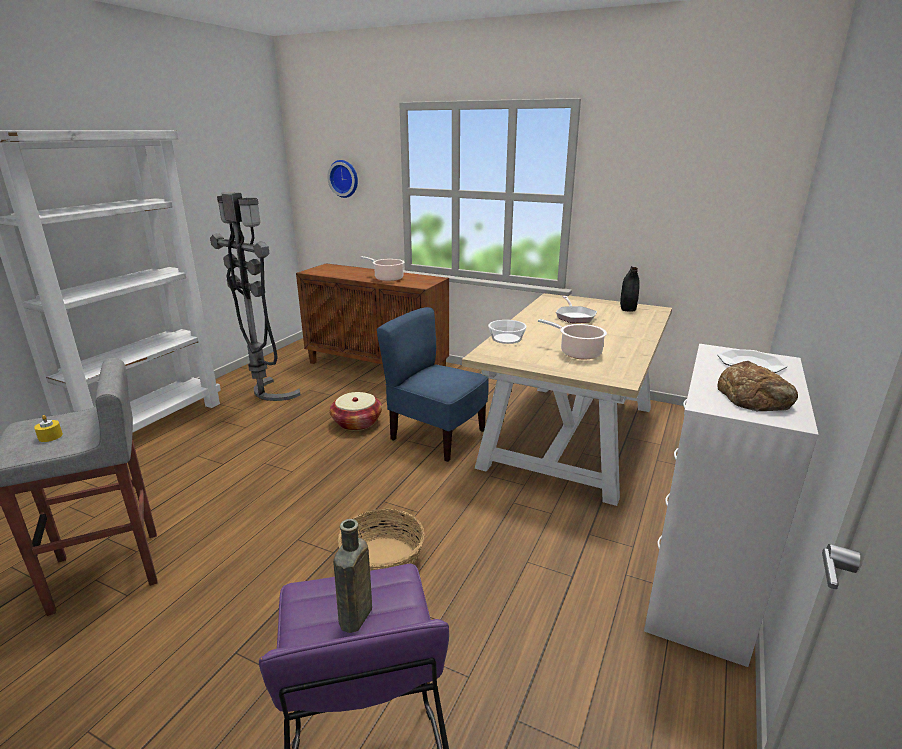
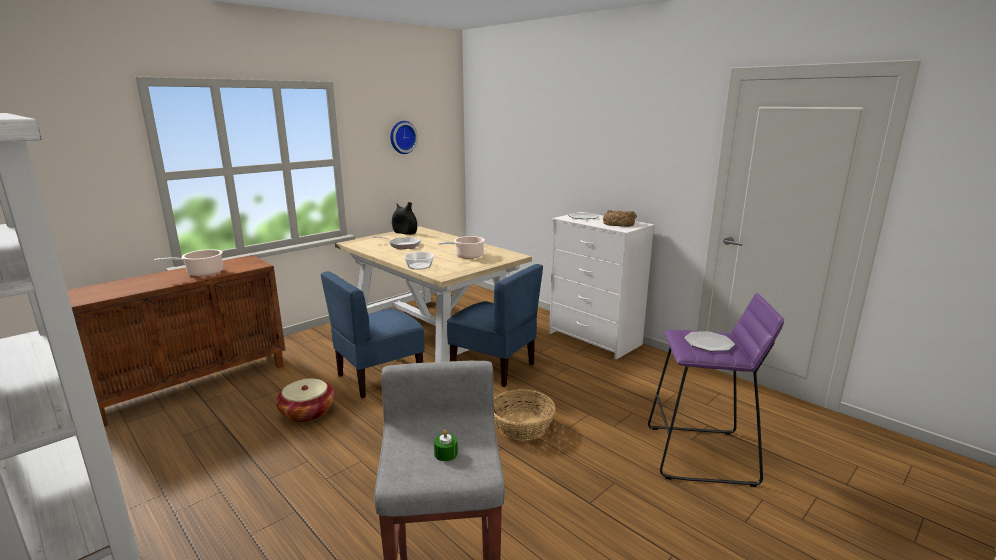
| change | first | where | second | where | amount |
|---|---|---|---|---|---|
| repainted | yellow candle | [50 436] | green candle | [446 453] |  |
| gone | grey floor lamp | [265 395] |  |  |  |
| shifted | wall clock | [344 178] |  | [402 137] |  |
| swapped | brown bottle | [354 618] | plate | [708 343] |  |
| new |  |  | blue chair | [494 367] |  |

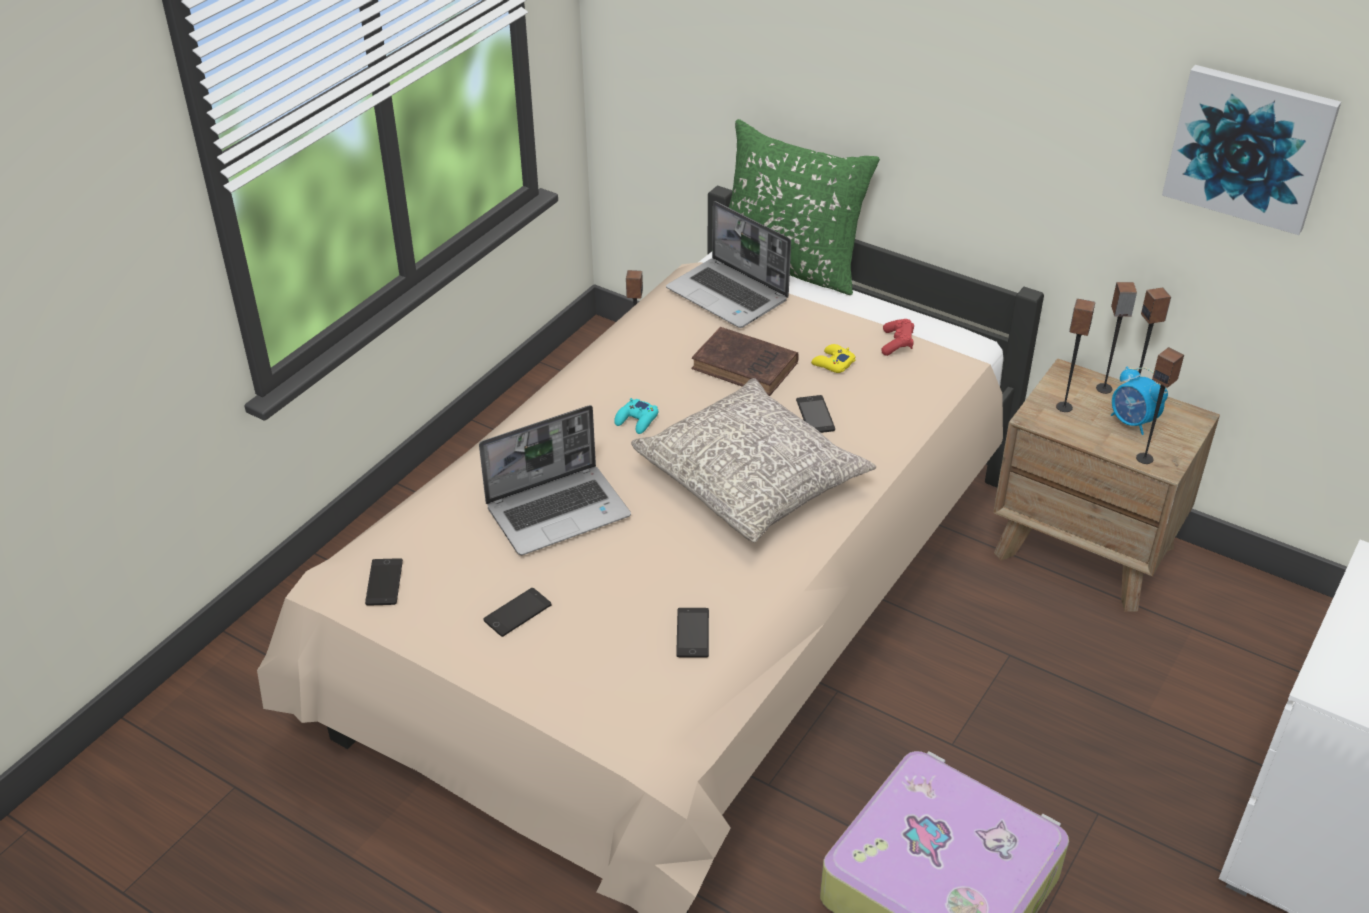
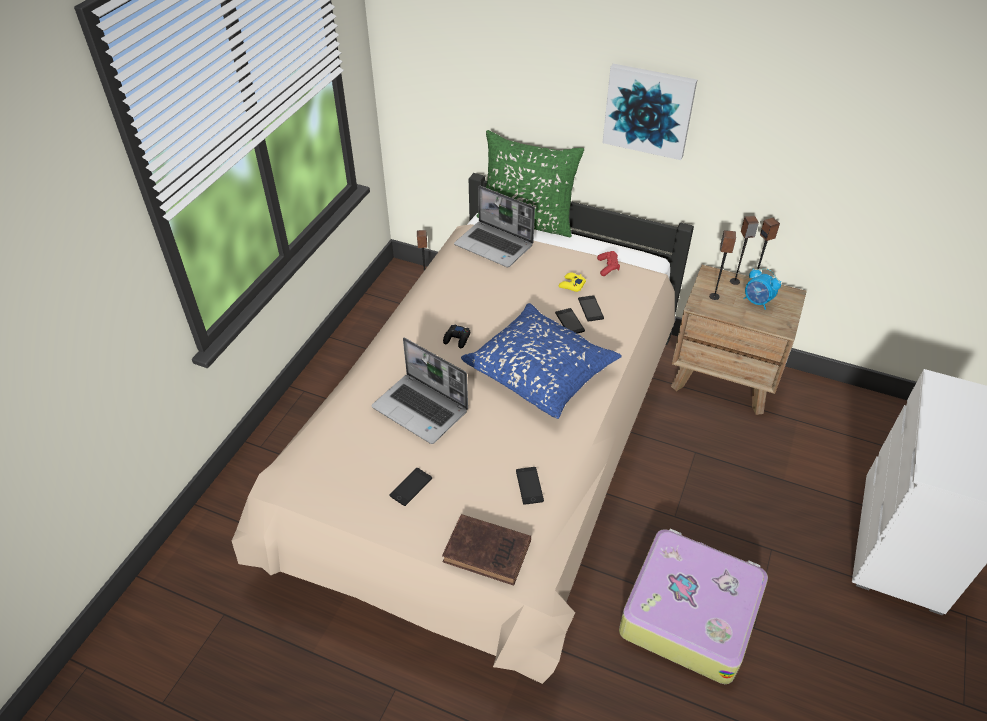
| change | first | where | second | where | amount |
|---|---|---|---|---|---|
| shifted | phone | [384 582] |  | [590 308] |  |
| rotated | laptop | [559 511] |  | [421 409] | 75 degrees clockwise |
| repainted | turquoise game controller | [637 420] | black game controller | [457 339] |  |
| repainted | grey pillow | [752 479] | blue pillow | [541 371] |  |
| shifted | brown book | [747 367] |  | [489 552] |  |
| gone | speaker | [1145 458] |  |  |  |
| shifted | picture | [1249 147] |  | [648 110] |  |

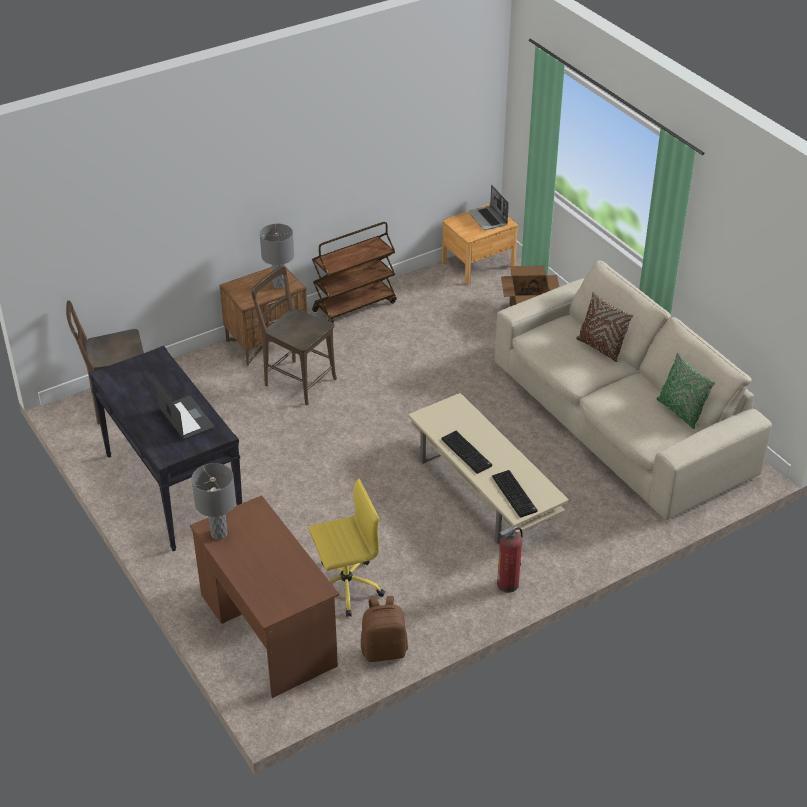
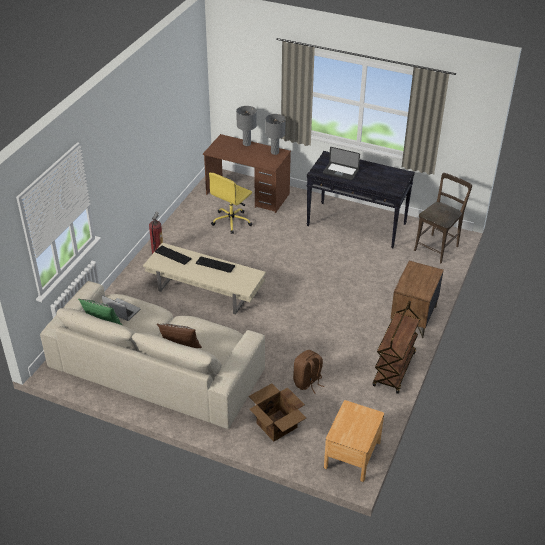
| change | first | where | second | where | amount |
|---|---|---|---|---|---|
| gone | brown chair | [297 380] |  |  |  |
| shifted | grey table lamp | [280 285] |  | [246 144] |  |
| shifted | brown backpack | [384 650] |  | [308 382] |  |
| shifted | laptop | [488 219] |  | [121 310] |  |

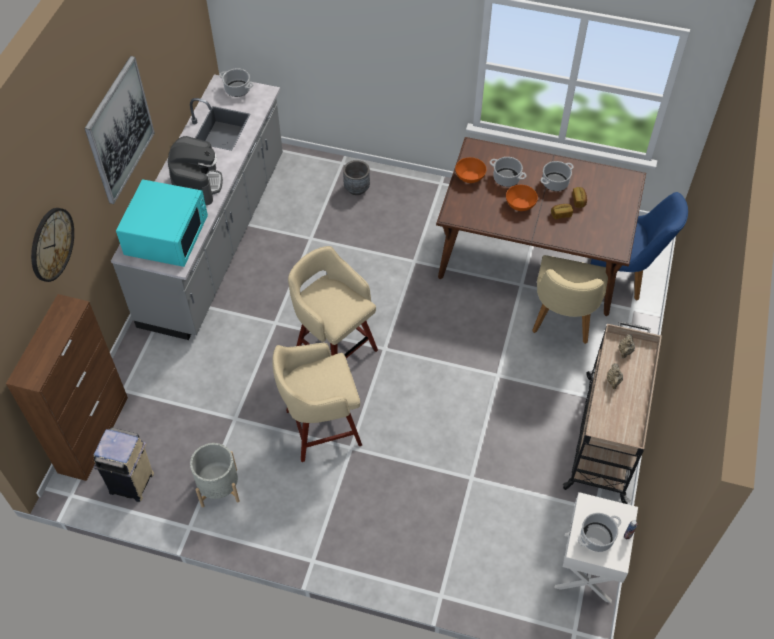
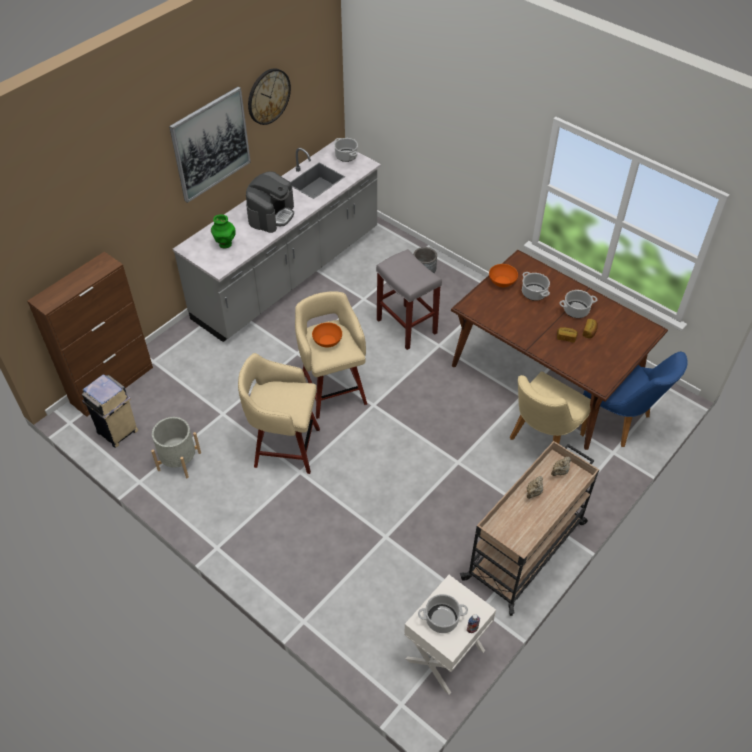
| change | first | where | second | where | amount |
|---|---|---|---|---|---|
| shifted | wall clock | [51 244] |  | [268 96] |  |
| swapped | turquoise microwave | [167 235] | green vase | [225 244] |  |
| shifted | orange bowl | [520 204] |  | [327 341] |  |
| new |  |  | grey stool | [407 327] |  |

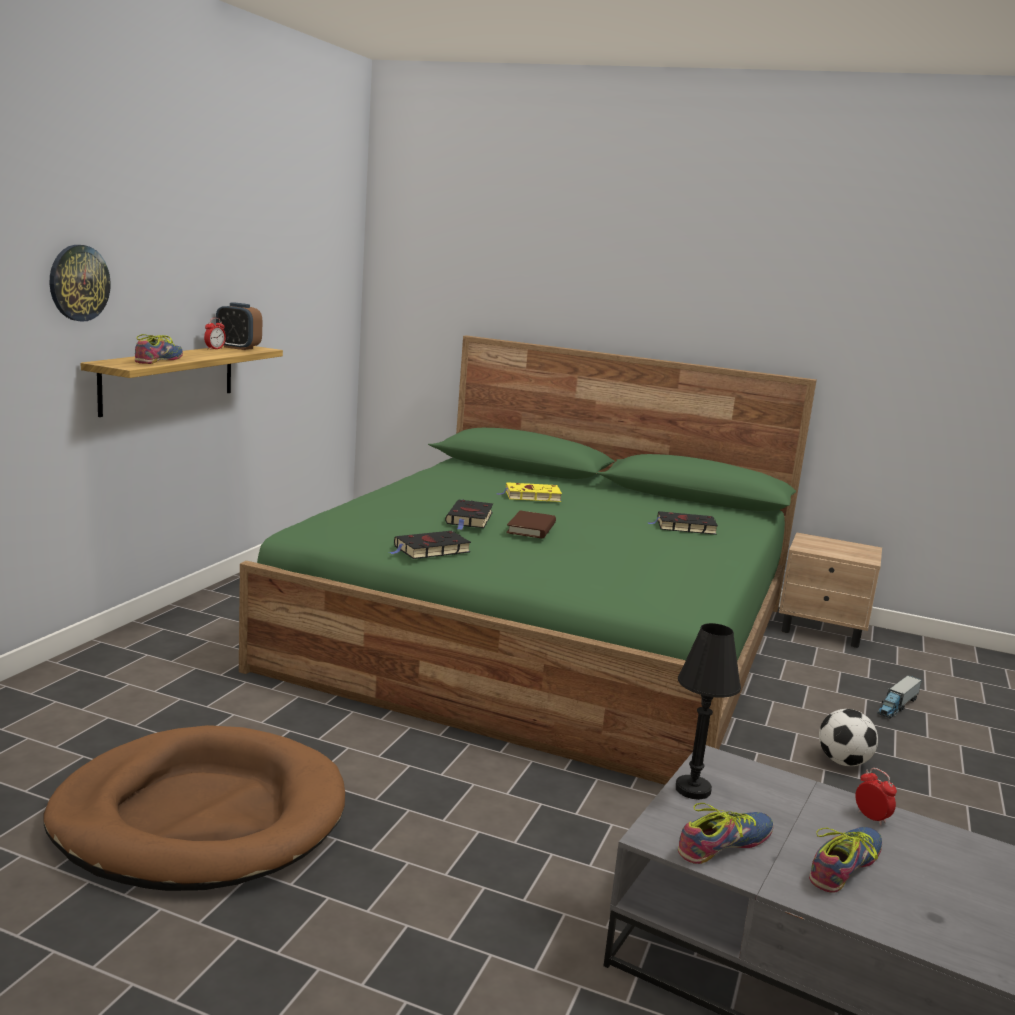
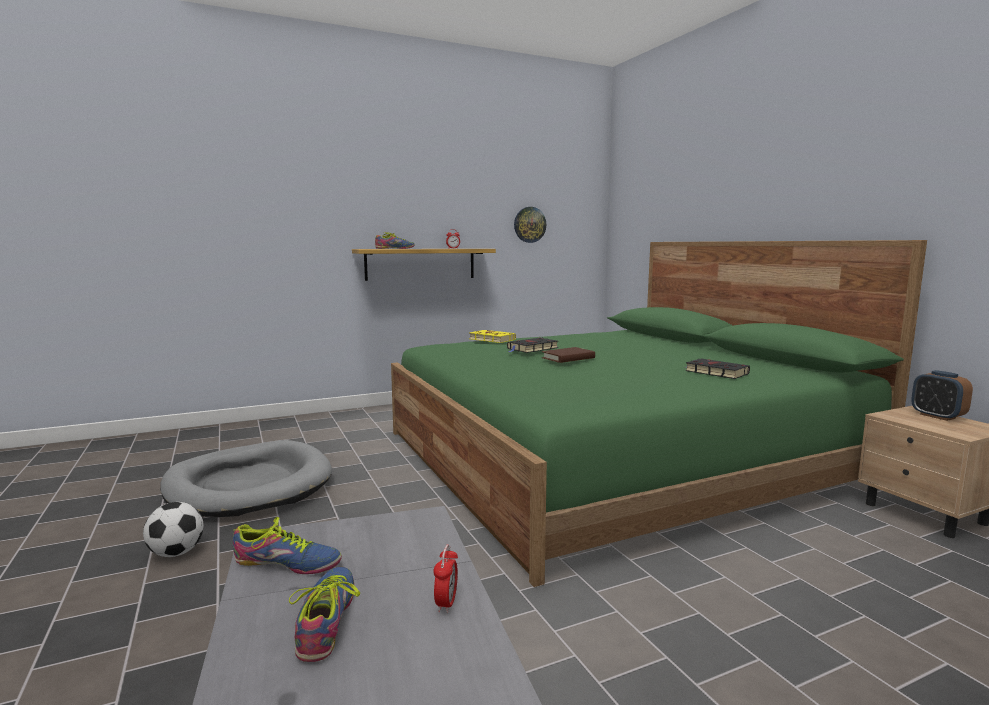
| change | first | where | second | where | amount |
|---|---|---|---|---|---|
| repainted | brown dog bed | [200 817] | grey dog bed | [249 485] |  |
| shifted | wall clock | [78 283] |  | [529 224] |  |
| shifted | alarm clock | [238 348] |  | [937 416] |  |
| gone | black book | [430 550] |  |  |  |
| shifted | yellow book | [531 496] |  | [491 339] |  |
| gone | black table lamp | [692 789] |  |  |  |
| rotated | shoe | [844 866] |  | [326 620] | 90 degrees counterclockwise |
| shifted | football | [843 762] |  | [176 553] |  |
| gone | toy truck | [897 706] |  |  |  |

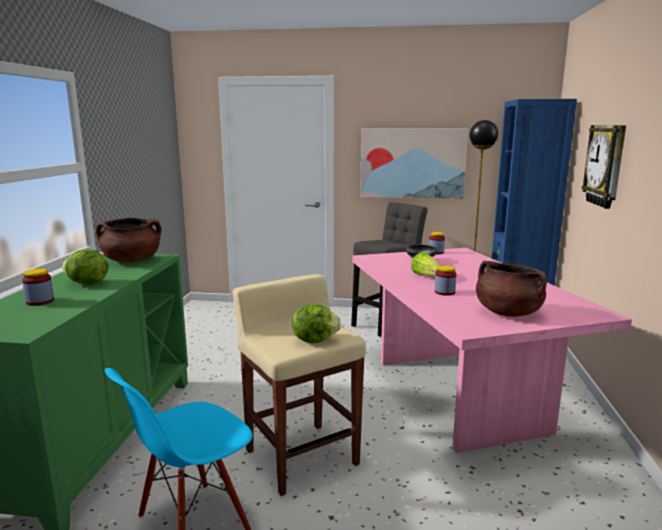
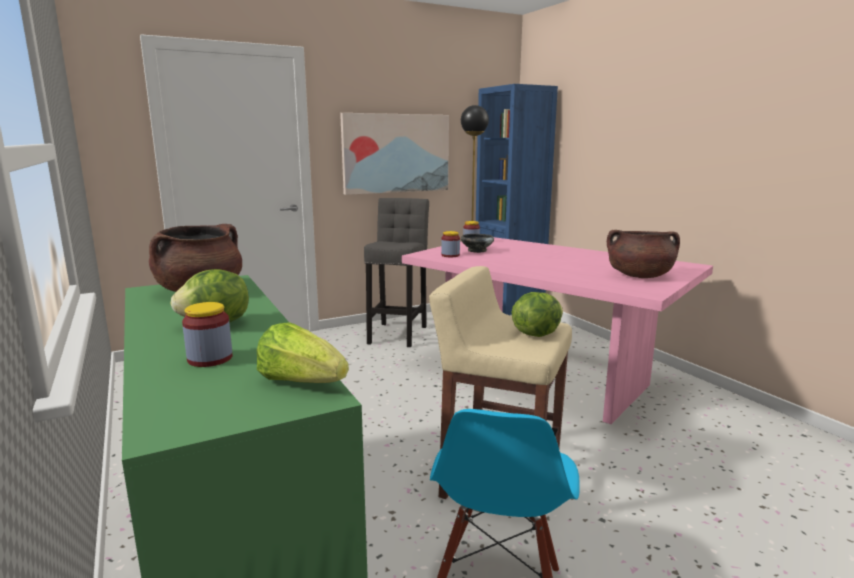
| change | first | where | second | where | amount |
|---|---|---|---|---|---|
| shifted | lettuce | [426 276] |  | [301 382] |  |
| shifted | jar | [444 292] |  | [450 255] |  |
| gone | wall clock | [606 165] |  |  |  |

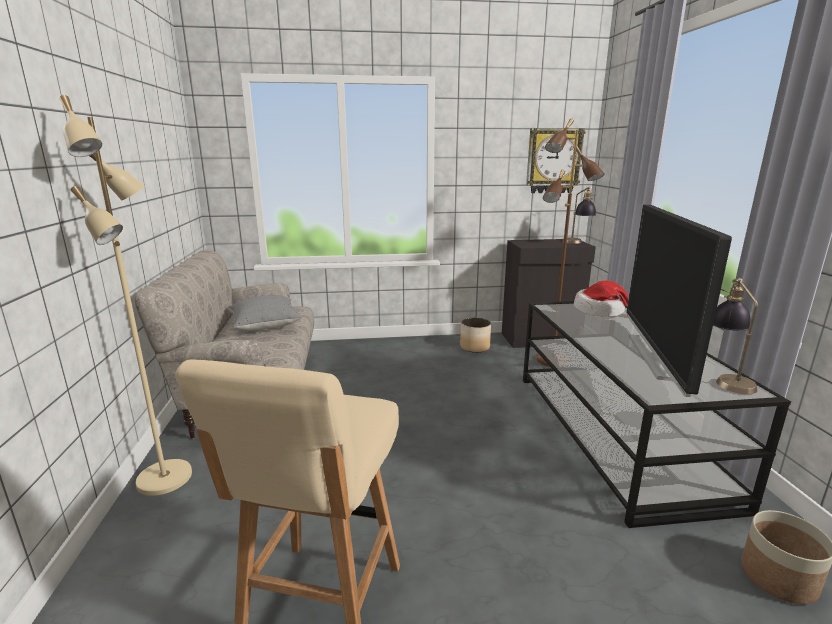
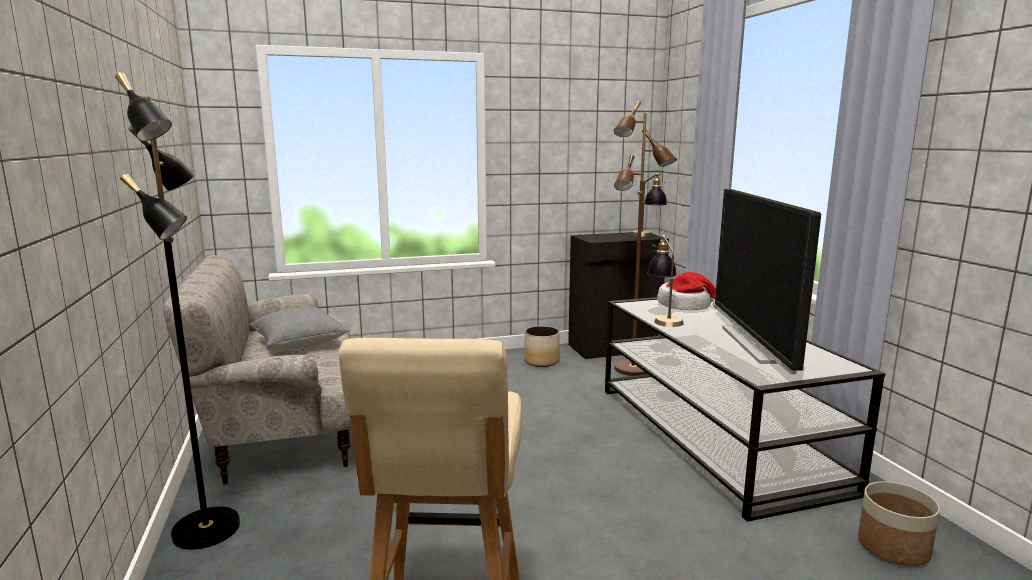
| change | first | where | second | where | amount |
|---|---|---|---|---|---|
| repainted | beige floor lamp | [166 478] | black floor lamp | [209 529] |  |
| gone | wall clock | [553 161] |  |  |  |
| shifted | table lamp | [726 378] |  | [663 319] |  |

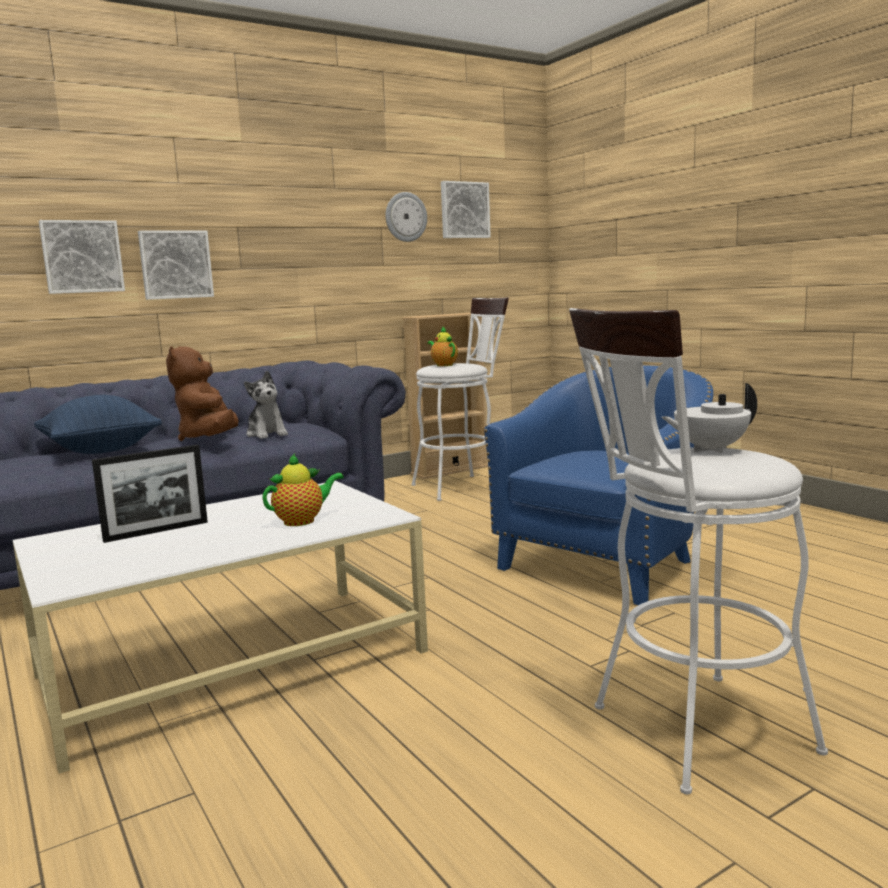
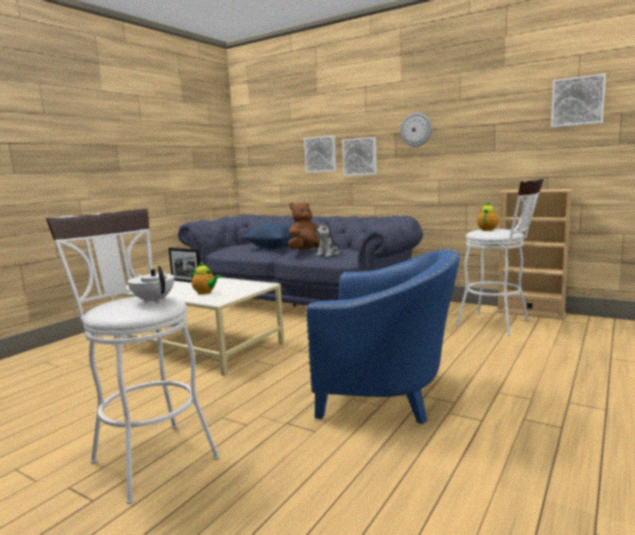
| change | first | where | second | where | amount |
|---|---|---|---|---|---|
| shifted | wall clock | [405 217] |  | [416 129] |  |

